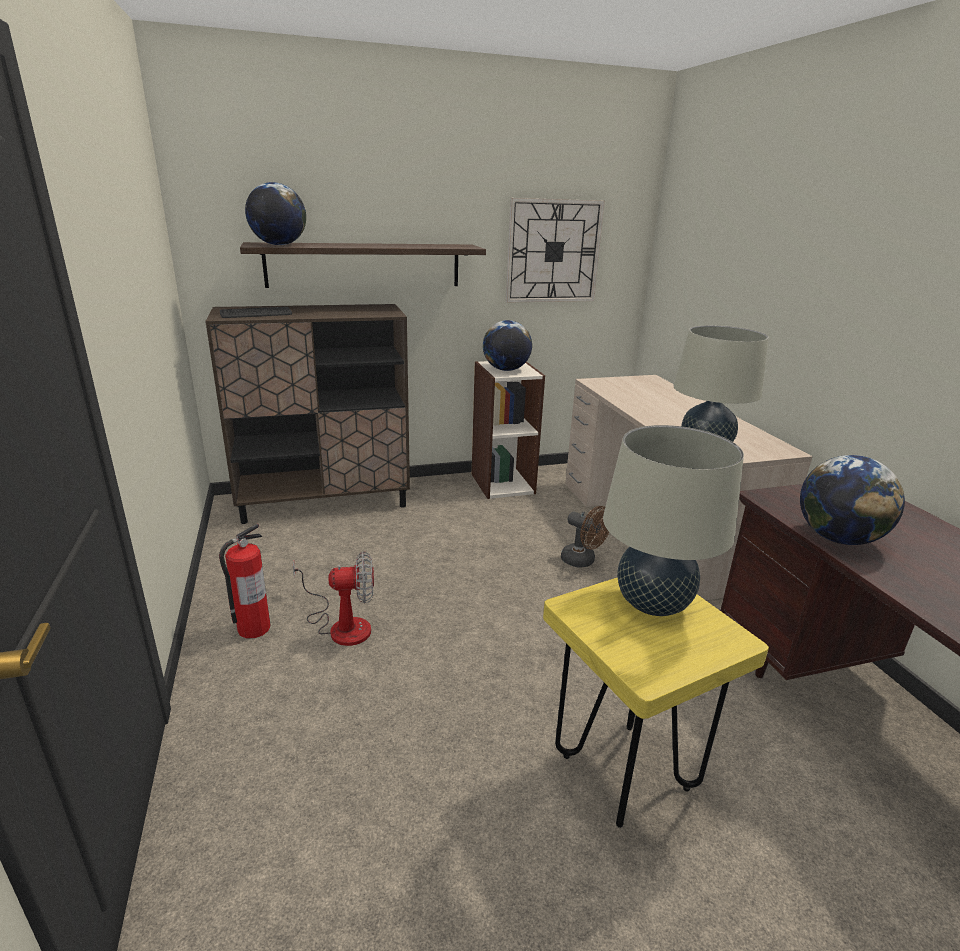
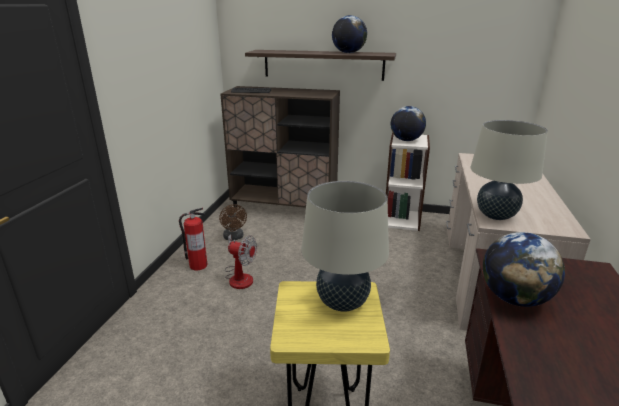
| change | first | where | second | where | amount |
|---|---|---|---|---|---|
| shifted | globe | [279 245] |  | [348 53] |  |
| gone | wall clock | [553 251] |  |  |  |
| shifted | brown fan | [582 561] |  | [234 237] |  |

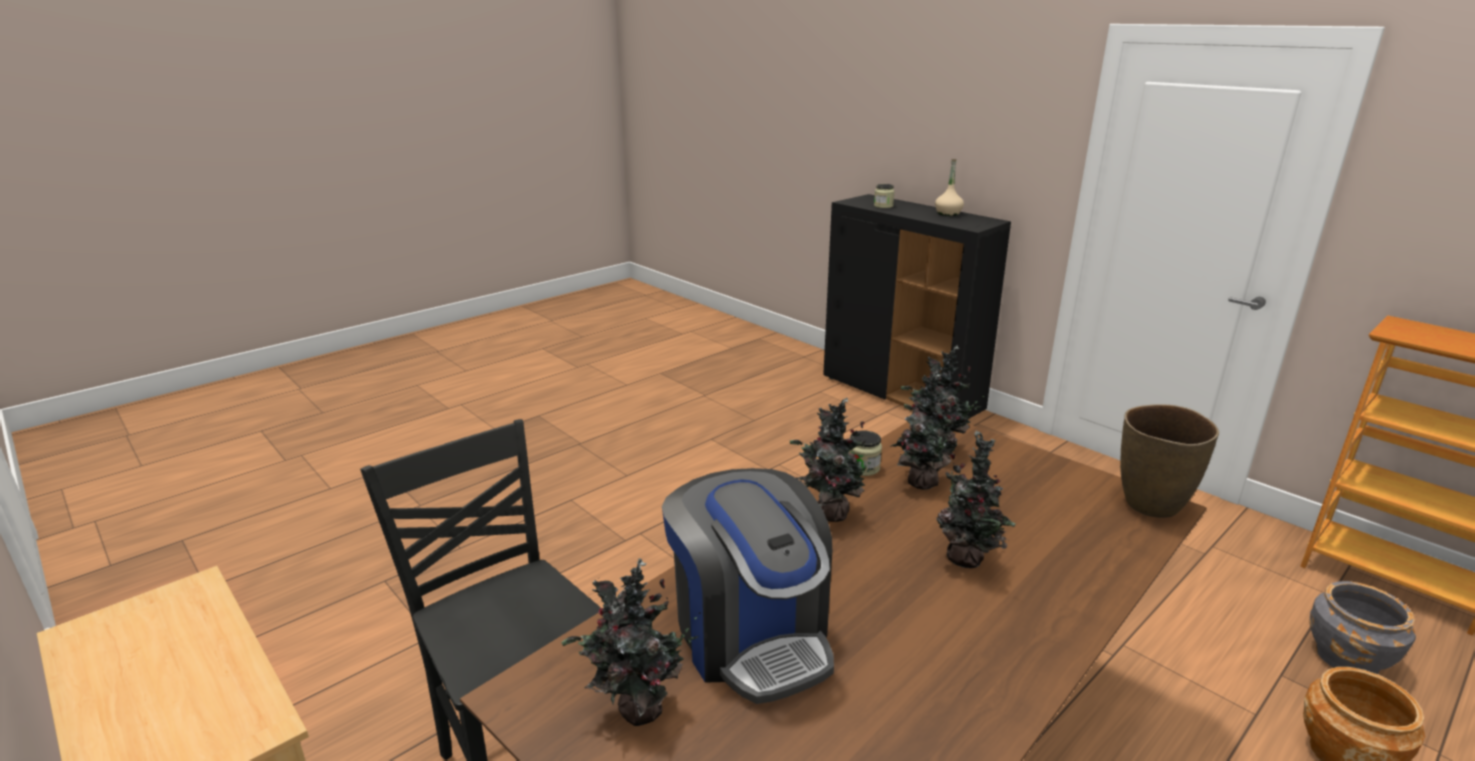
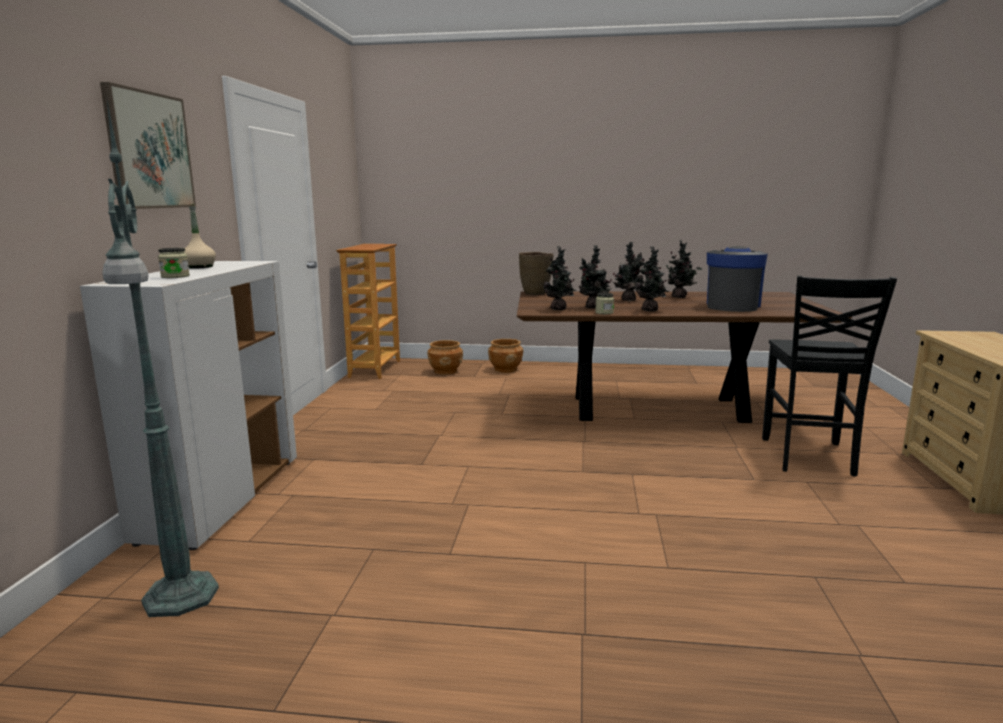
| change | first | where | second | where | amount |
|---|---|---|---|---|---|
| shifted | potted plant | [637 712] |  | [680 297] |  |
| repainted | black cabinet | [902 394] | white cabinet | [222 498] |  |
| repainted | grey planter | [1347 658] | brown planter | [445 371] |  |
| new |  |  | picture | [149 151] |  |
| new |  |  | green floor lamp | [180 598] |  |

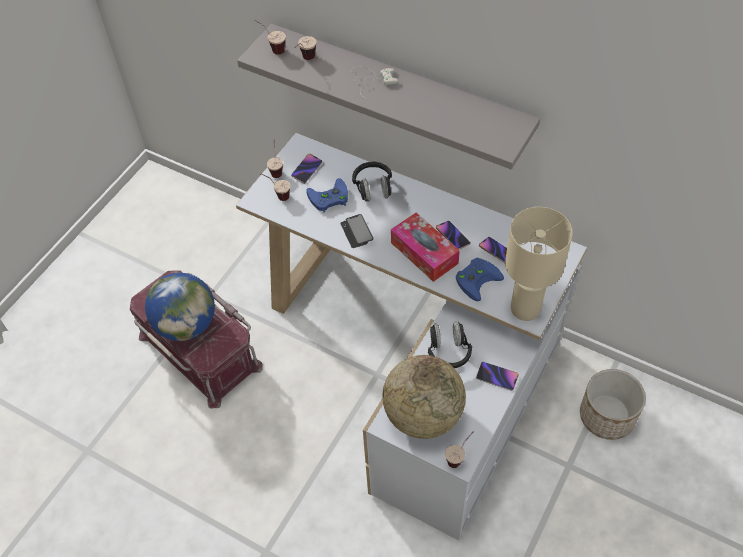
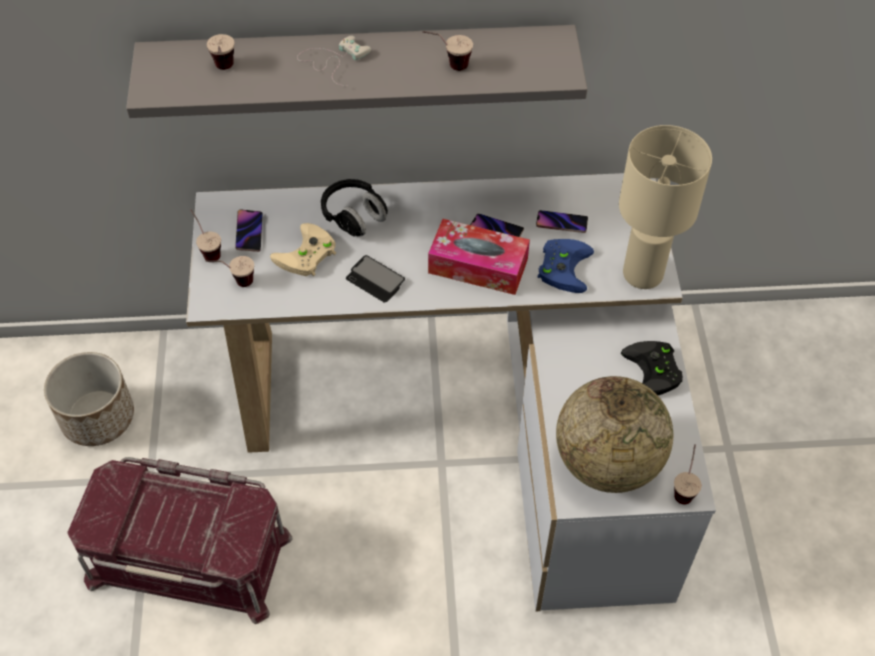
| change | first | where | second | where | amount |
|---|---|---|---|---|---|
| gone | globe | [186 325] |  |  |  |
| shifted | cup | [272 48] |  | [447 65] |  |
| repainted | blue game controller | [328 198] | beige game controller | [306 256] |  |
| gone | black headphones | [448 351] |  |  |  |
| swapped | phone | [497 377] | black game controller | [655 372] |  |
| shifted | planter | [606 416] |  | [97 417] |  |

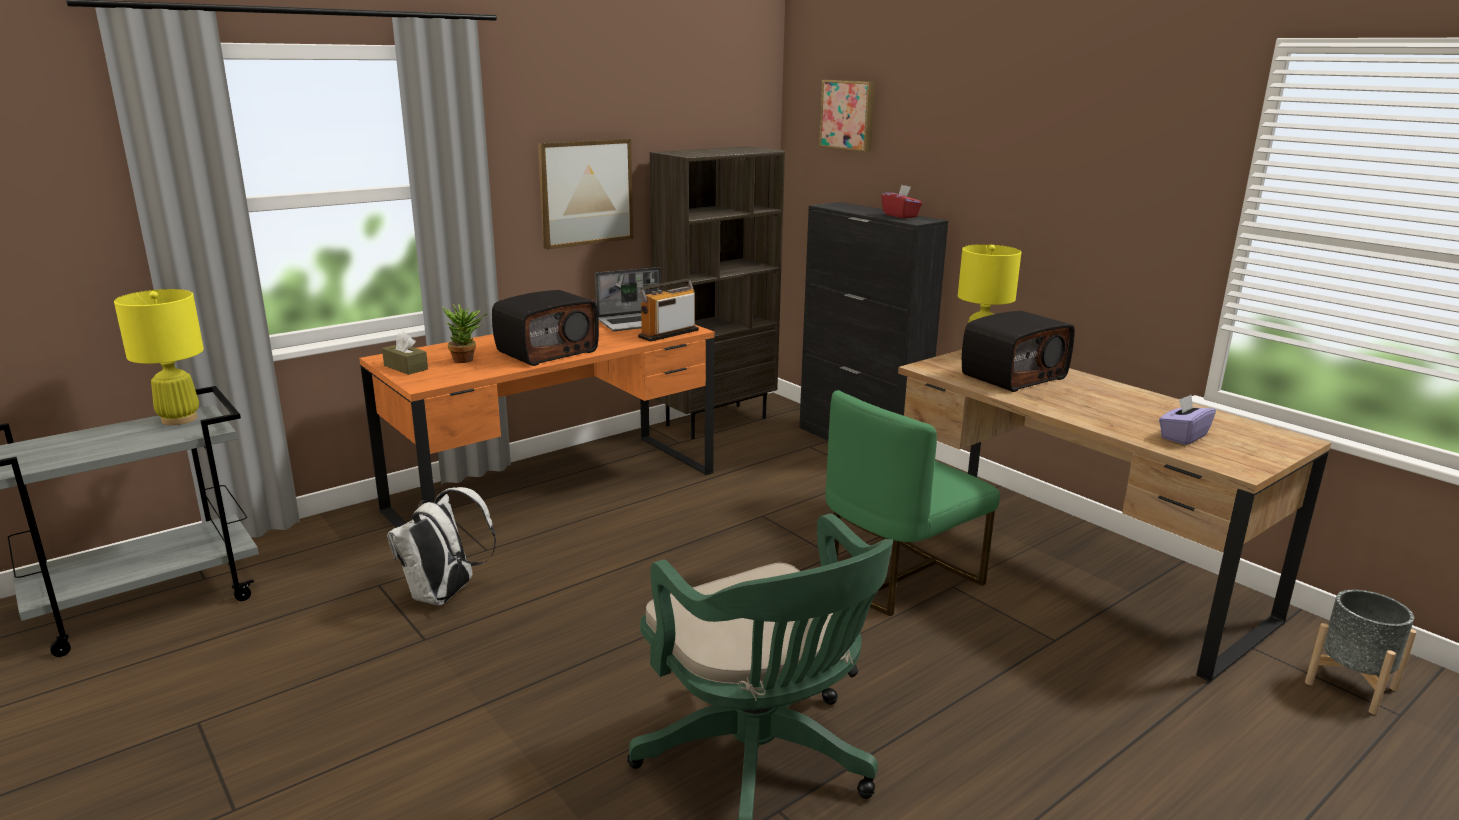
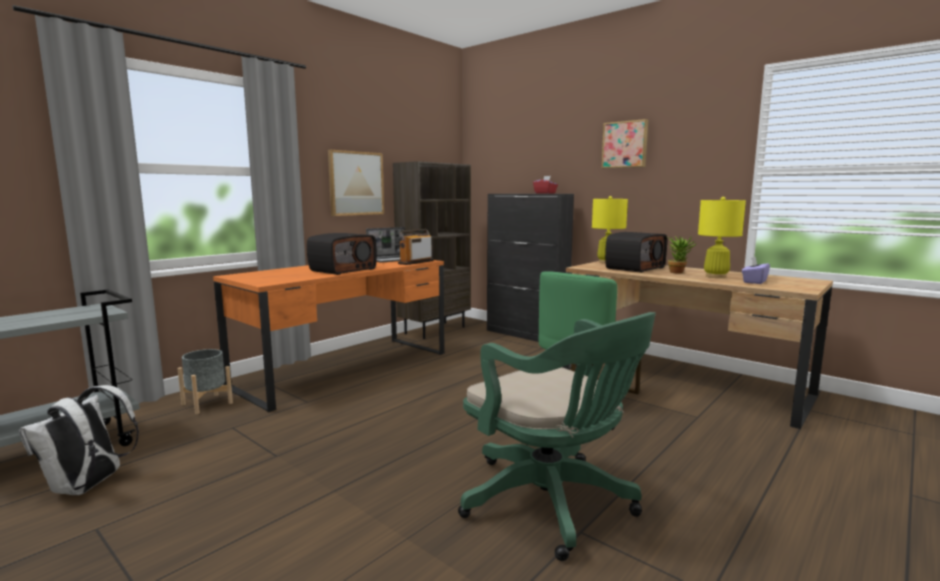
| change | first | where | second | where | amount |
|---|---|---|---|---|---|
| shifted | yellow table lamp | [179 419] |  | [715 276] |  |
| gone | brown tissue box | [406 367] |  |  |  |
| shifted | white backpack | [444 596] |  | [88 486] |  |
| shifted | potted plant | [467 360] |  | [678 272] |  |
| shifted | picture | [849 115] |  | [625 144] |  |
| shifted | grey planter | [1351 686] |  | [207 404] |  |

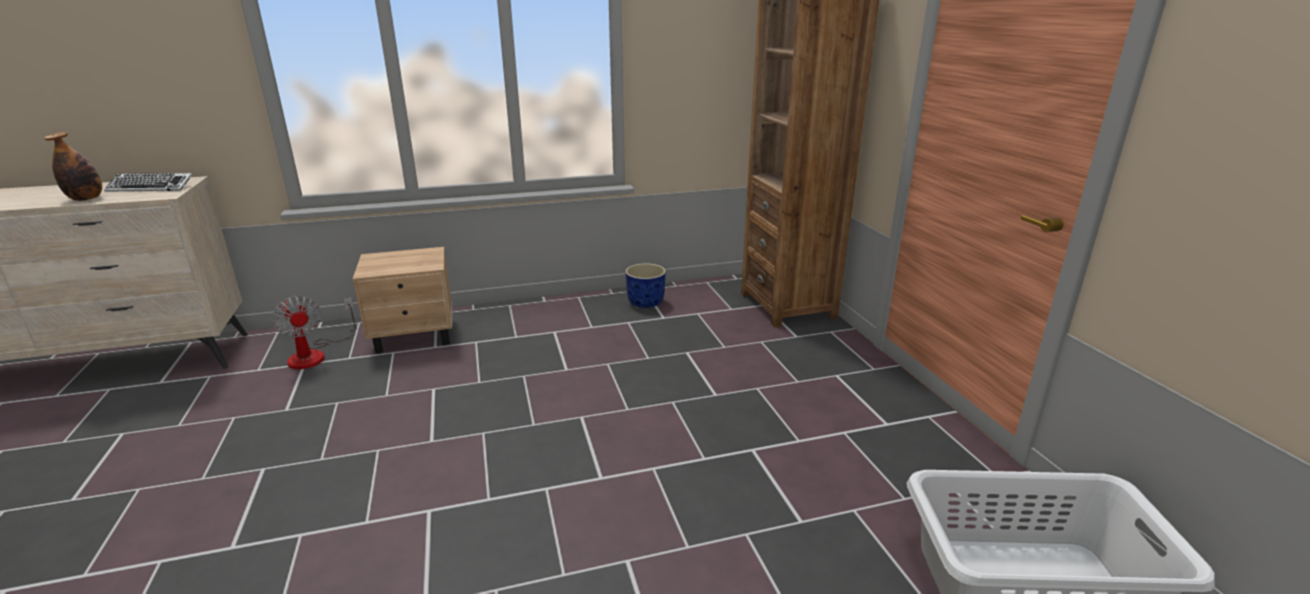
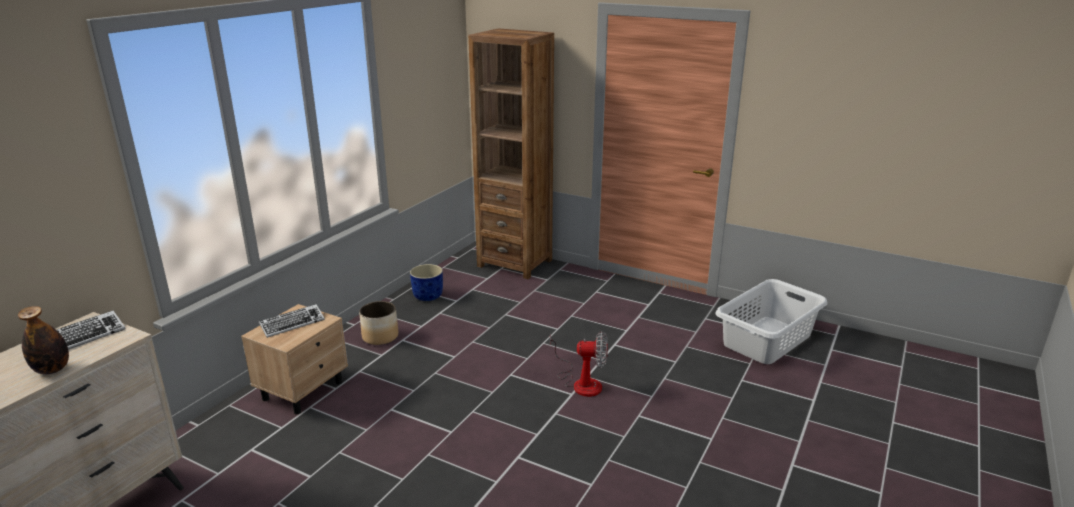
| change | first | where | second | where | amount |
|---|---|---|---|---|---|
| shifted | fan | [315 354] |  | [581 382] |  |
| new |  |  | keyboard | [292 324] |  |
| new |  |  | planter | [380 336] |  |

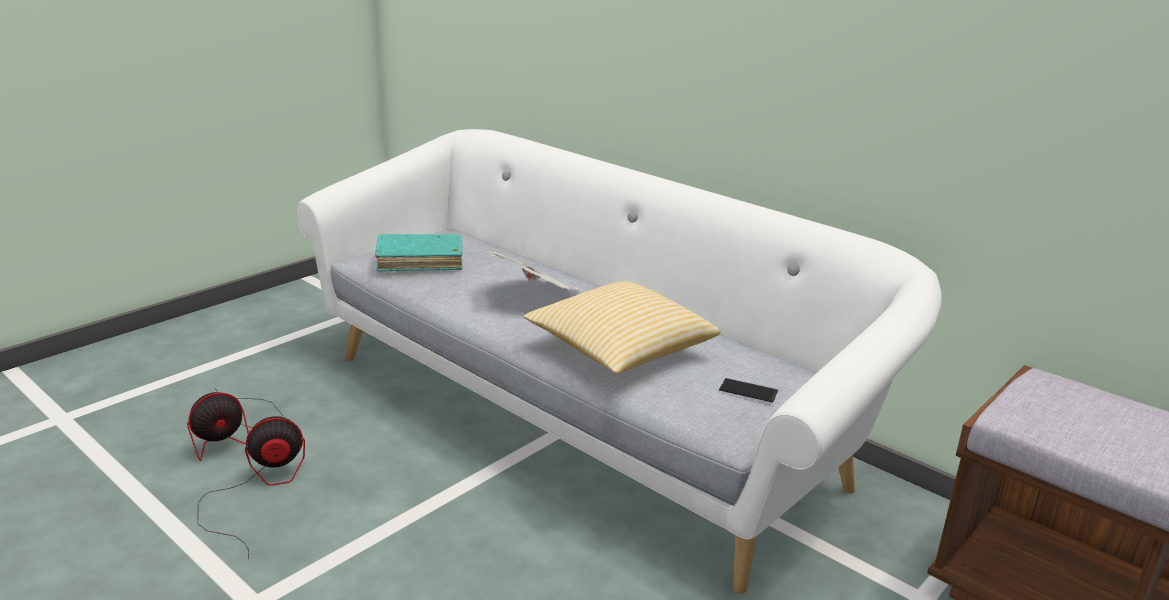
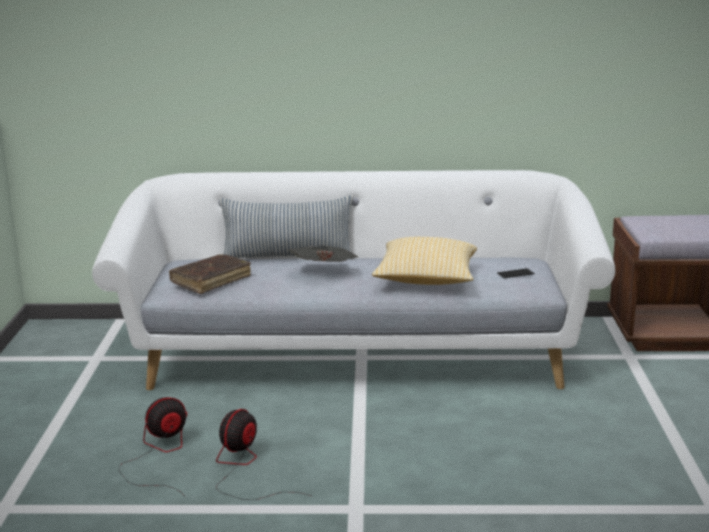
| change | first | where | second | where | amount |
|---|---|---|---|---|---|
| rotated | fan | [233 432] |  | [160 455] | 135 degrees counterclockwise |
| repainted | turquoise book | [420 261] | brown book | [211 281] |  |
| new |  |  | pillow | [287 257] |  |

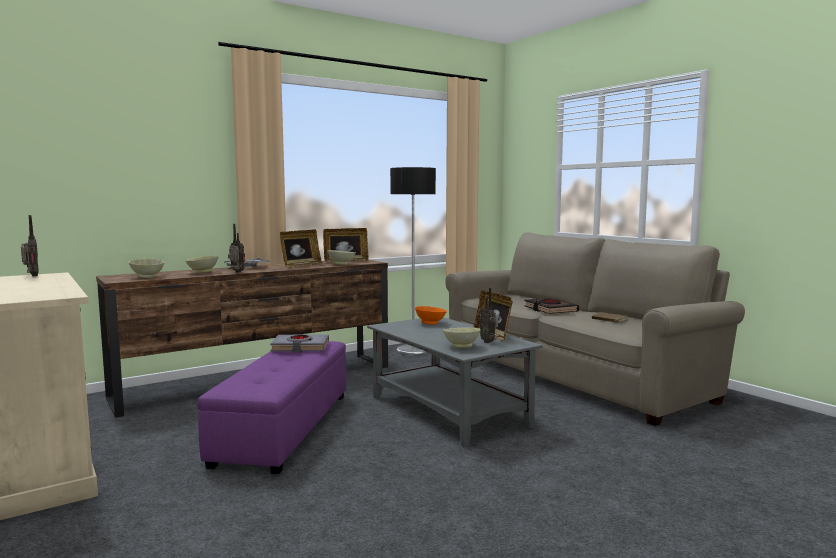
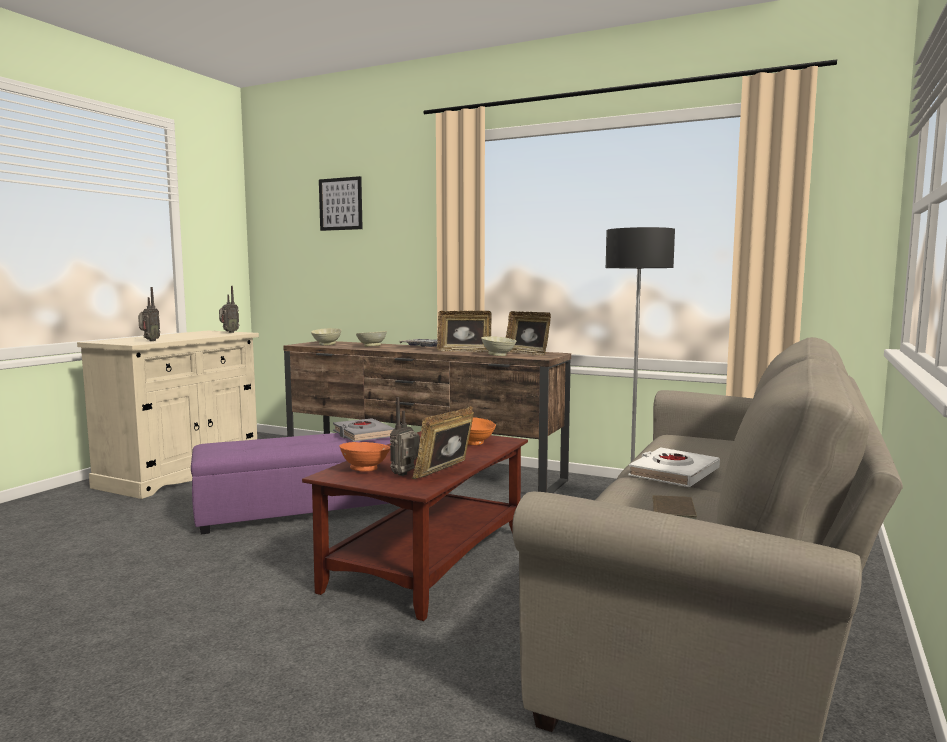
| change | first | where | second | where | amount |
|---|---|---|---|---|---|
| shifted | radio | [236 272] |  | [149 341] |  |
| repainted | grey coffee table | [449 411] | brown coffee table | [427 561] |  |
| repainted | beige bowl | [462 346] | orange bowl | [366 469] |  |
| repainted | black book | [550 309] | white book | [673 473] |  |
| new |  |  | picture | [341 204] |  |

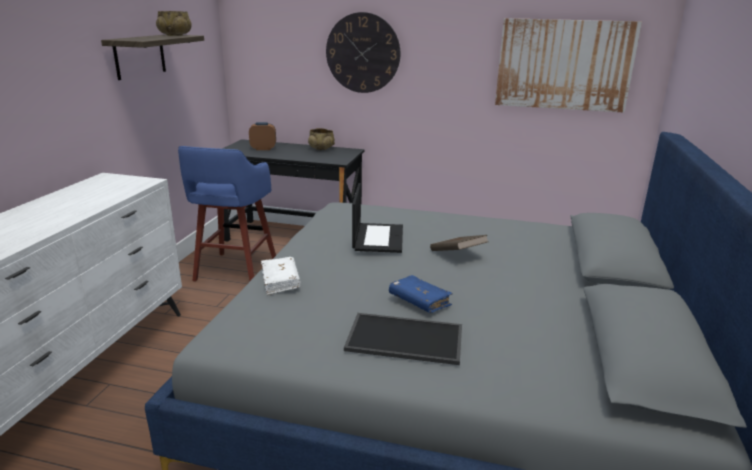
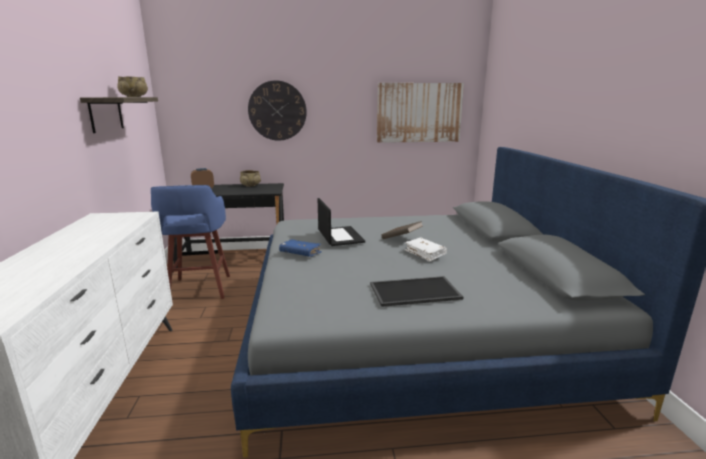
| change | first | where | second | where | amount |
|---|---|---|---|---|---|
| shifted | white book | [280 281] |  | [425 253] |  |
| shifted | blue book | [419 301] |  | [300 253] |  |

